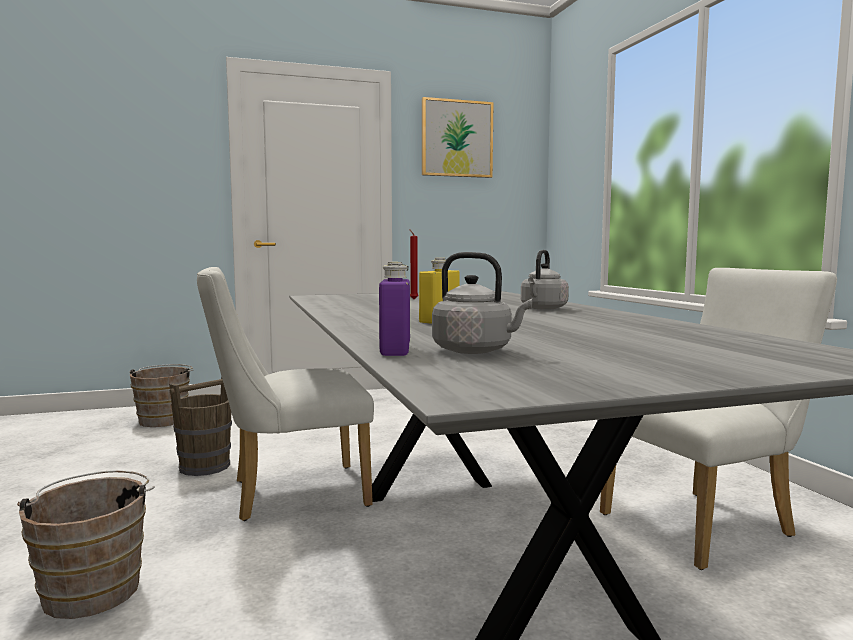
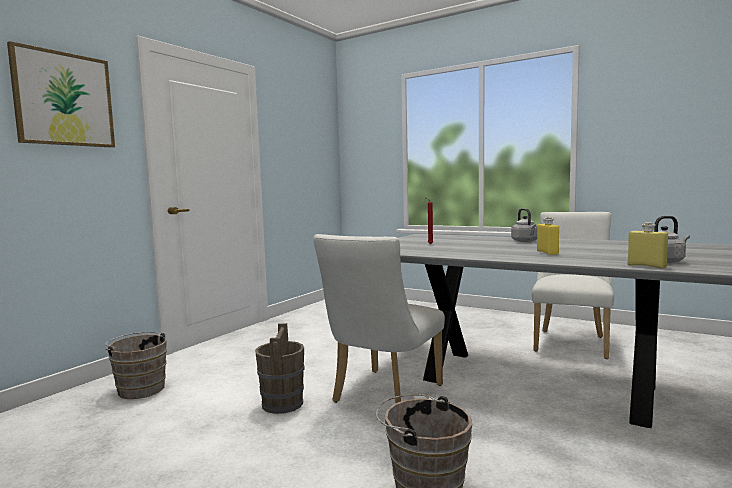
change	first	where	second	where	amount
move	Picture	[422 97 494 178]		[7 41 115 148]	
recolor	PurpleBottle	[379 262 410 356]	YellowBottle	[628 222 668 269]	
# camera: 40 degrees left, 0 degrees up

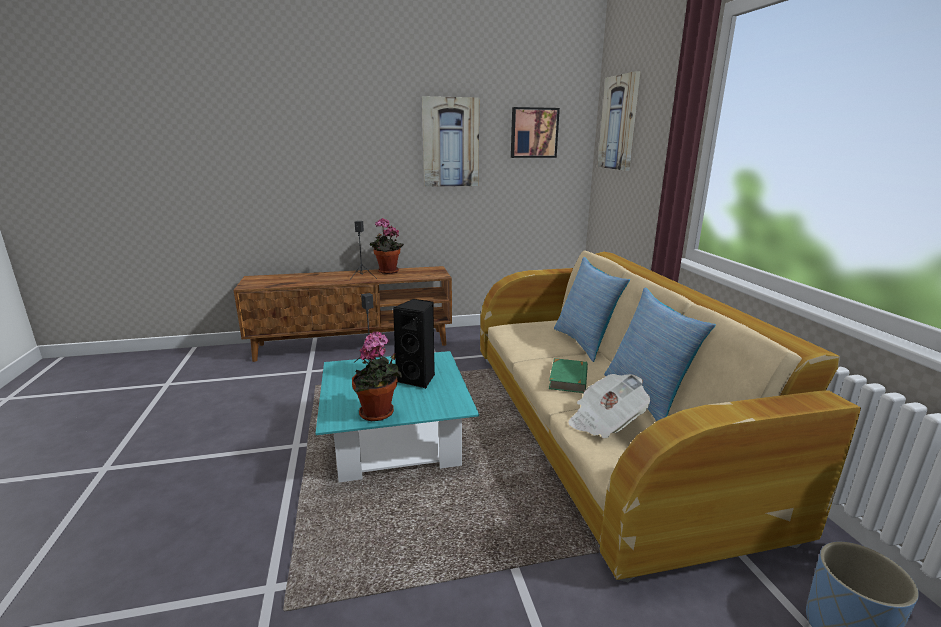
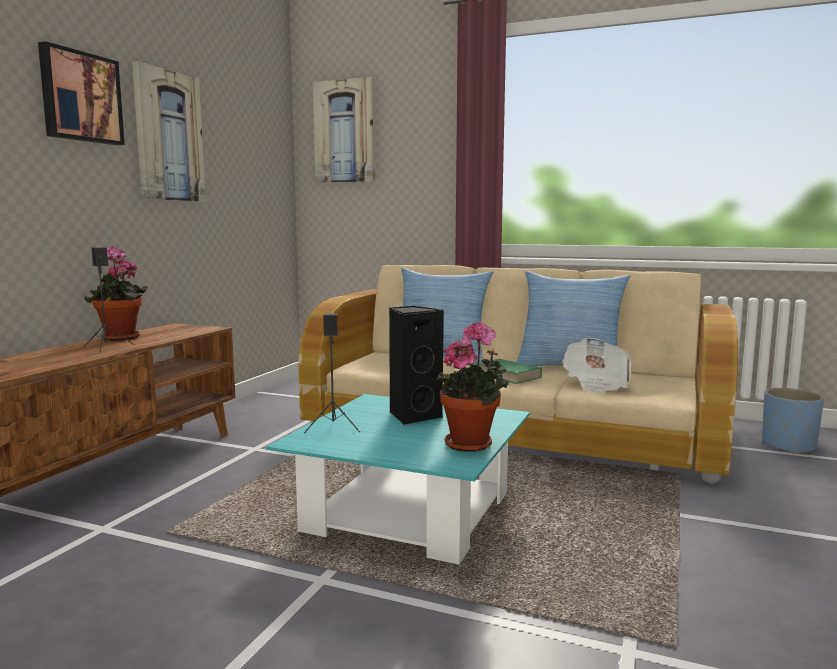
change	first	where	second	where	amount
move	Picture	[511 107 560 158]		[38 41 125 145]	
# camera: 55 degrees left, 10 degrees down

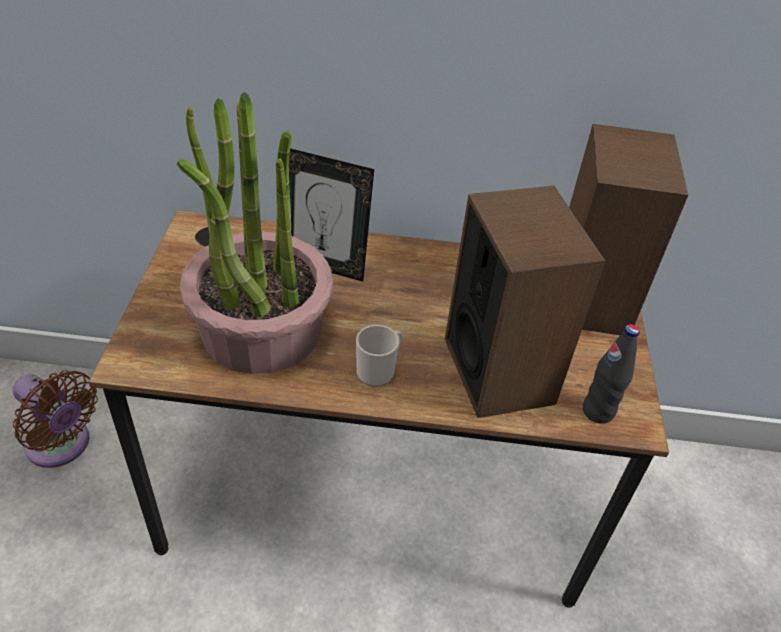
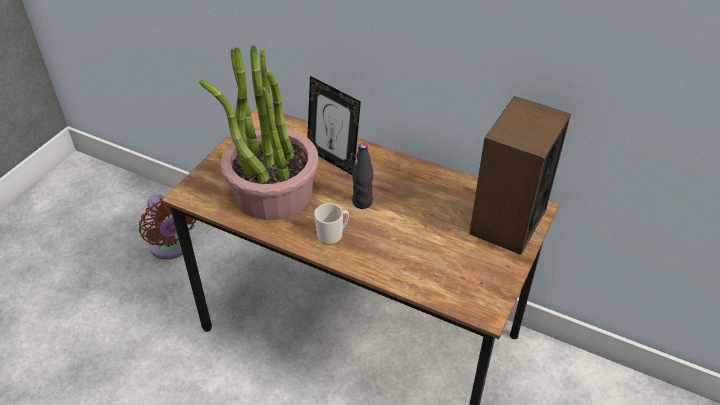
change	first	where	second	where	amount
delete	Speaker	[445 185 606 418]			
move	BlackBottle	[583 324 640 424]		[352 143 373 209]	
# camera: 25 degrees right, 0 degrees up

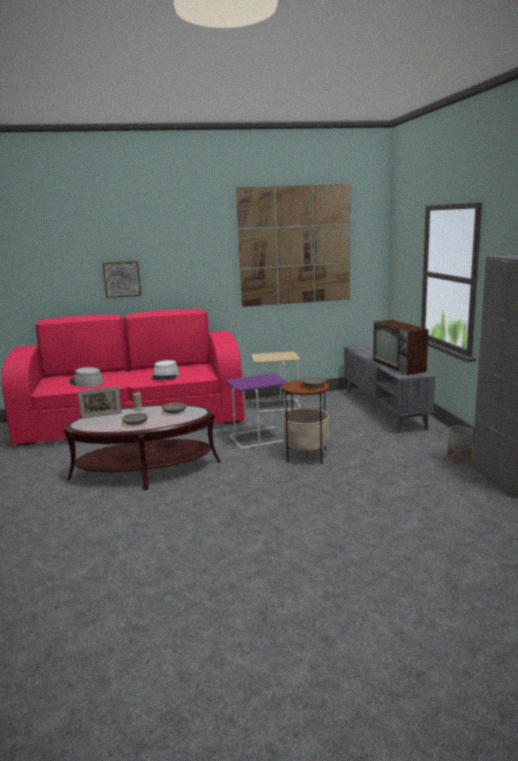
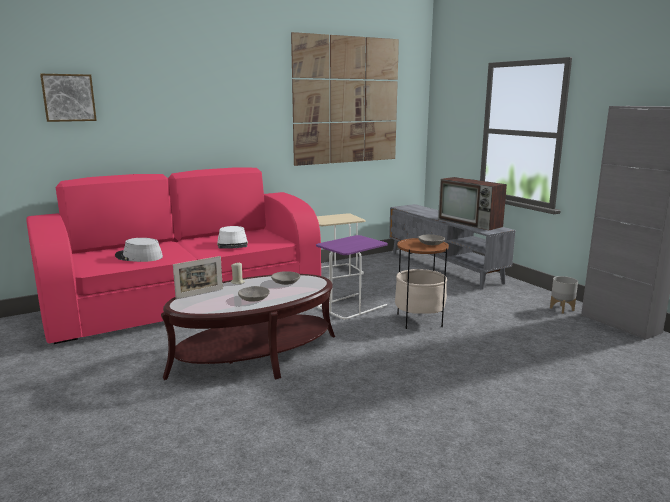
change	first	where	second	where	amount
move	Picture	[102 261 141 298]		[40 74 97 122]	
# camera: 20 degrees left, 0 degrees up

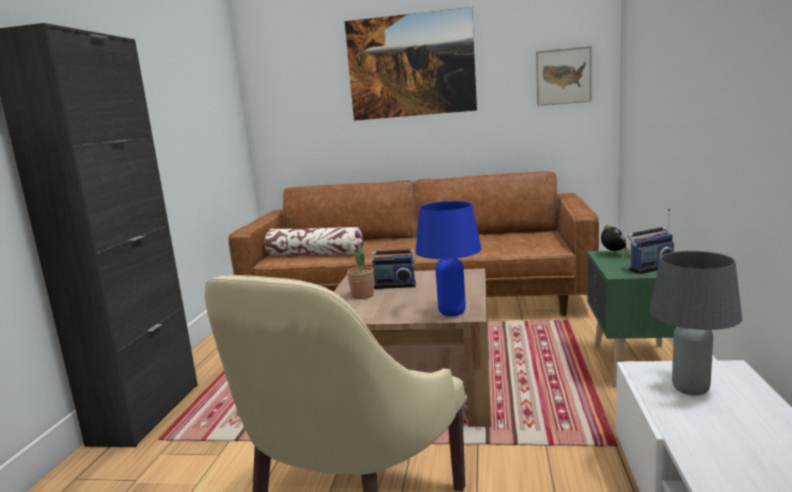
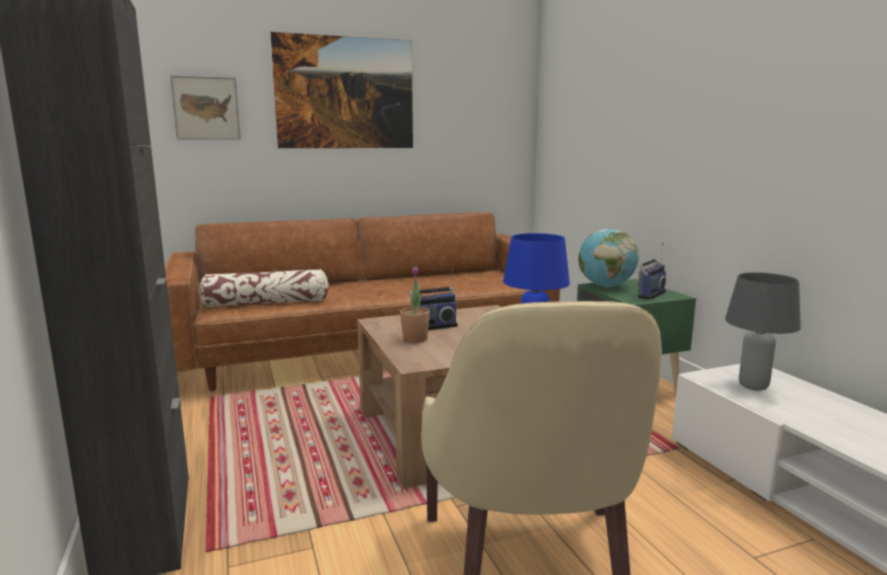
change	first	where	second	where	amount
move	Picture	[536 46 592 106]		[170 75 241 140]	
replace	AlarmClock	[601 225 631 254]	Globe	[578 229 639 287]	
# camera: 30 degrees left, 0 degrees up

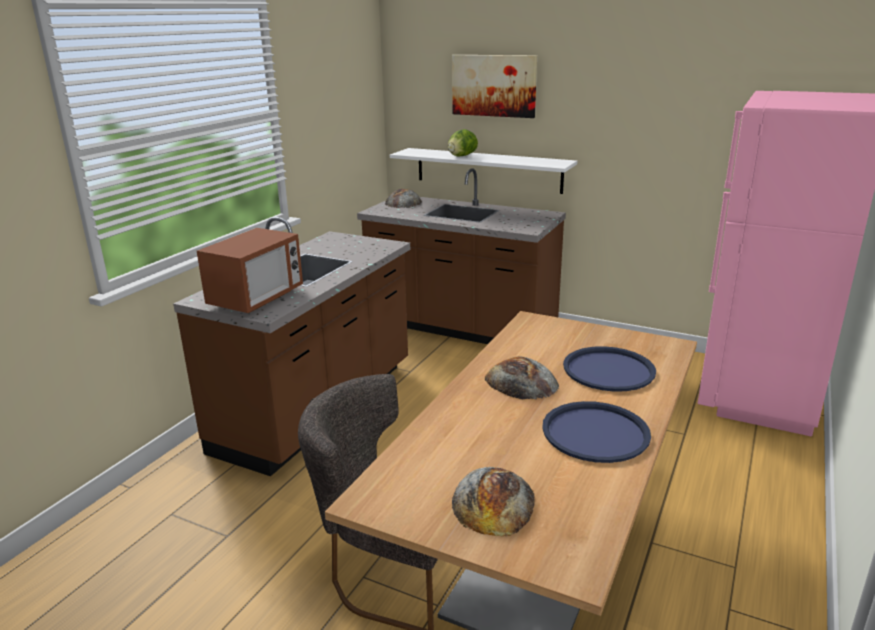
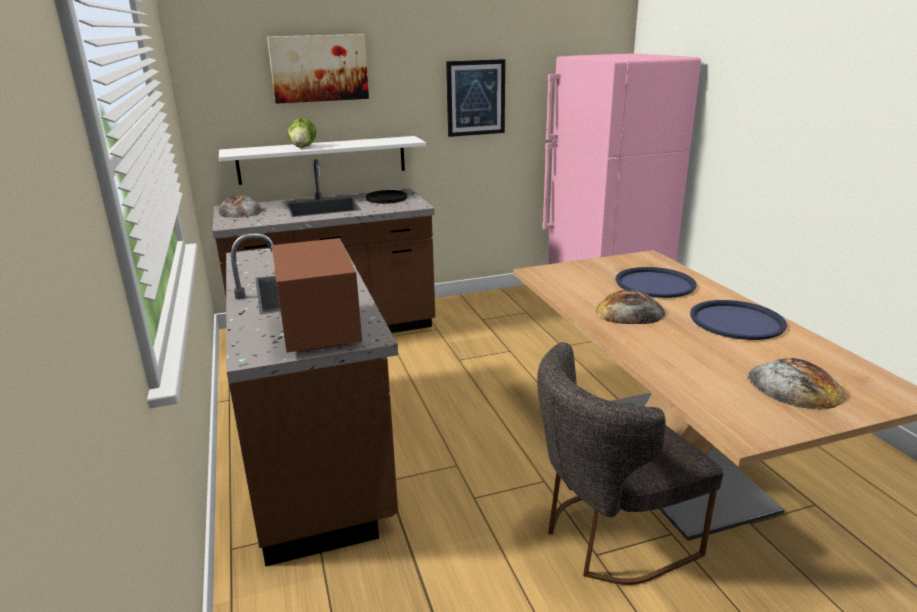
change	first	where	second	where	amount
insert			Picture	[446 59 505 137]	
insert			BlackPlate	[366 190 407 204]	
# camera: 45 degrees left, 0 degrees up

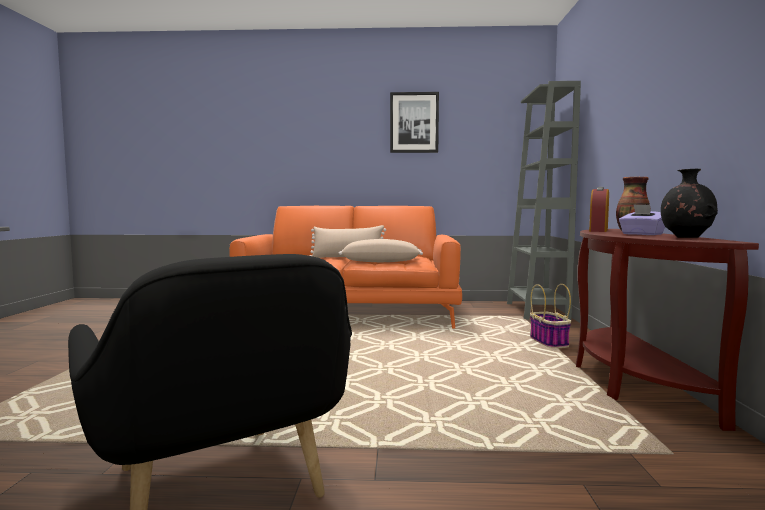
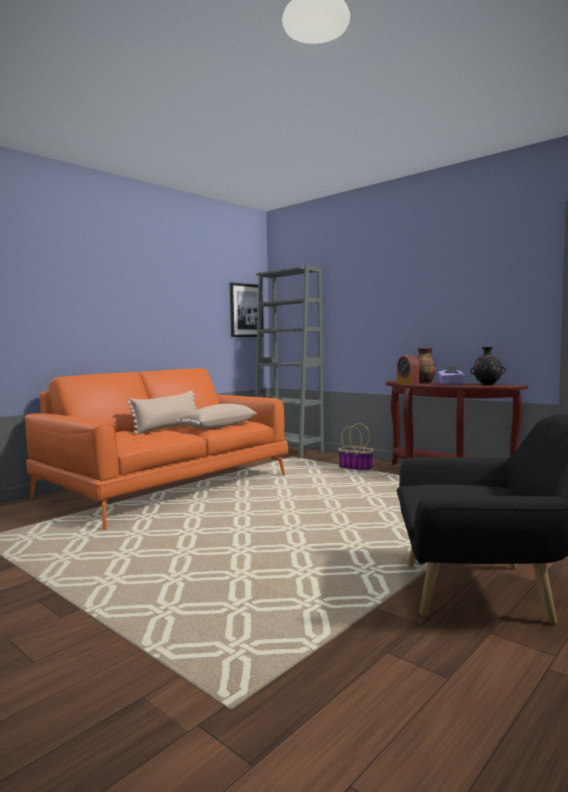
change	first	where	second	where	amount
move	Picture	[390 92 439 153]		[230 282 264 337]	
# camera: 50 degrees left, 0 degrees up

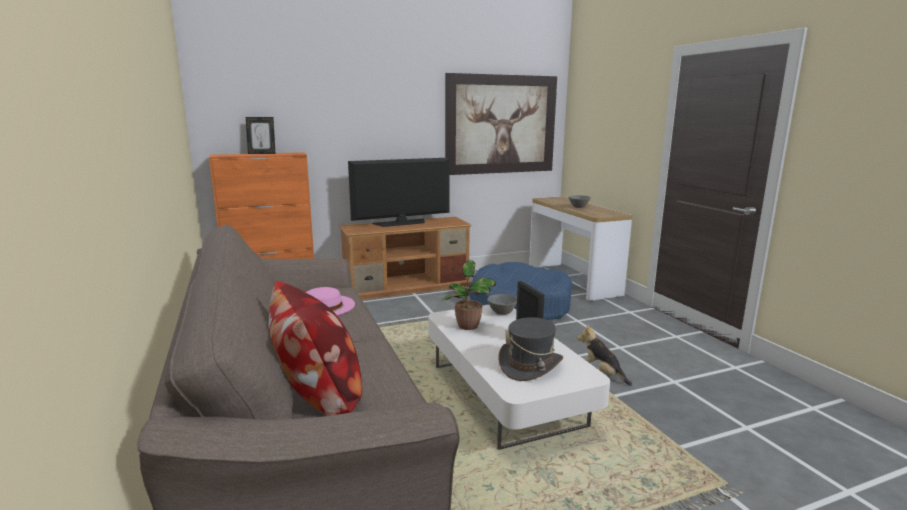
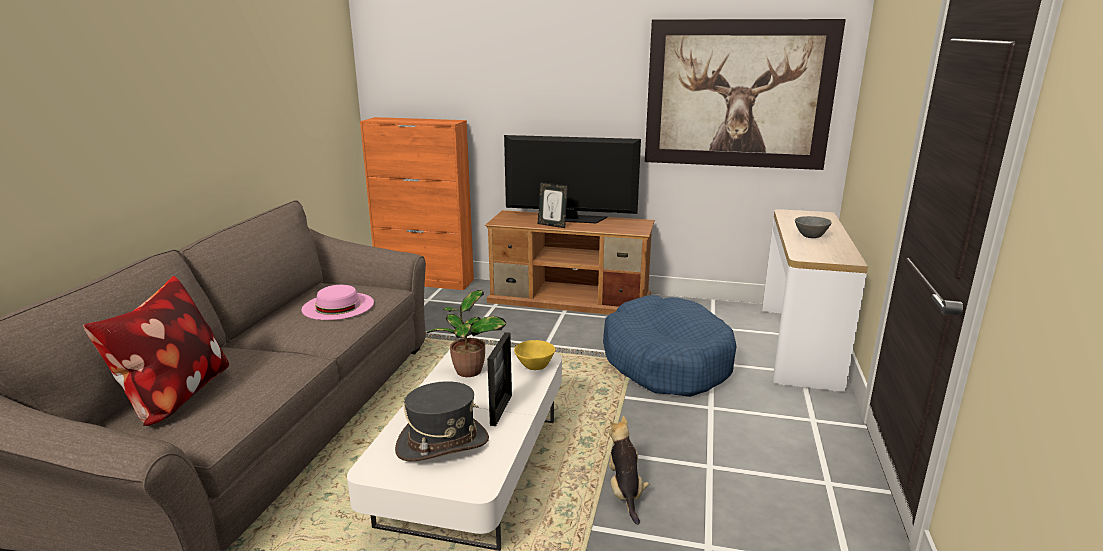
change	first	where	second	where	amount
move	PictureFrame	[246 117 275 154]		[538 182 568 228]	
recolor	GreyBowl	[487 294 517 315]	YellowBowl	[514 340 555 370]	
# camera: 35 degrees right, 5 degrees up

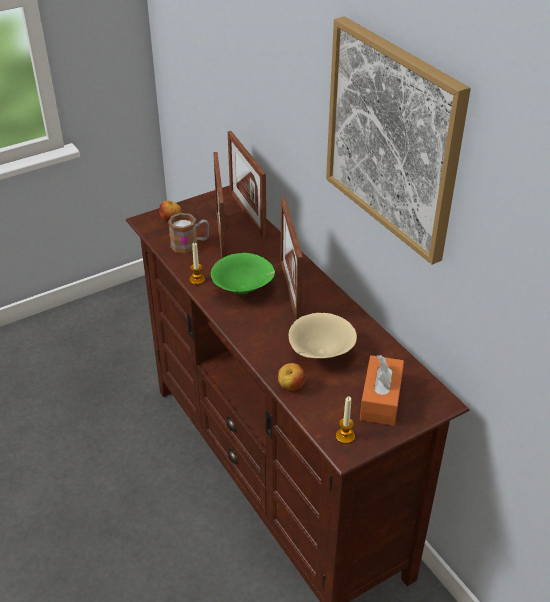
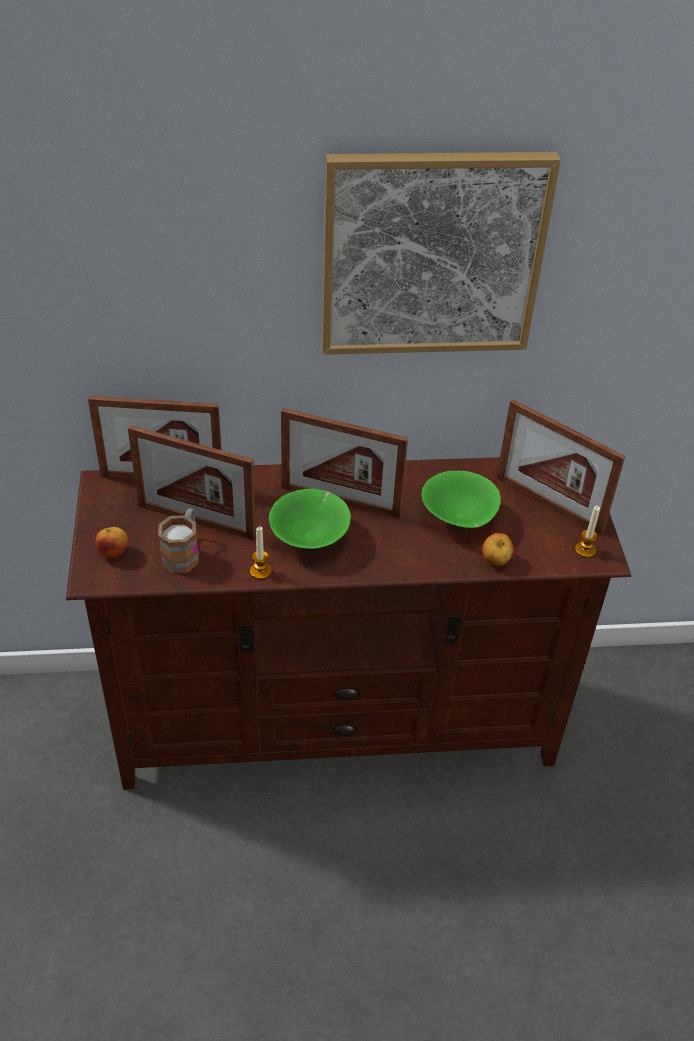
change	first	where	second	where	amount
recolor	BeigeBowl	[289 313 357 358]	GreenBowl	[422 471 501 528]	
replace	OrangeTissueBox	[360 355 404 426]	PictureFrame	[497 399 625 535]	
# camera: 65 degrees left, 5 degrees up

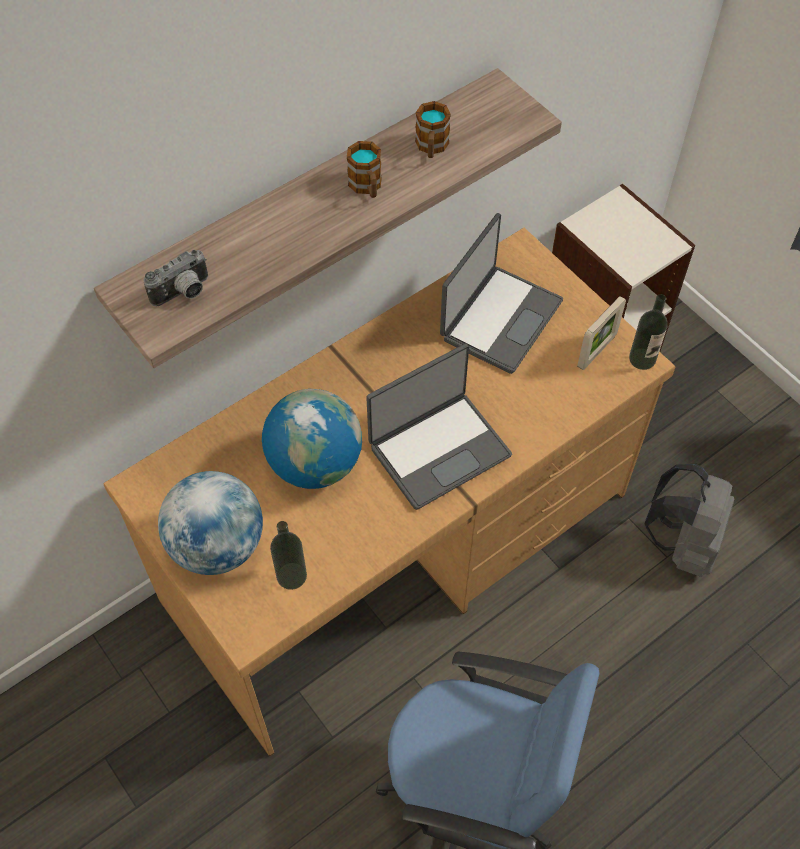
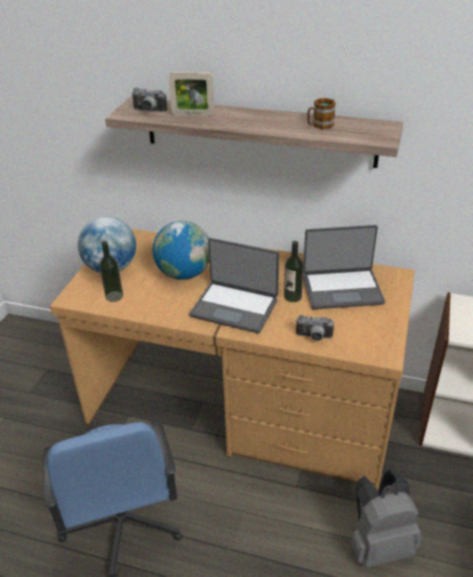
change	first	where	second	where	amount
delete	Mug	[347 141 382 198]			
move	Bottle	[629 294 668 370]		[284 241 304 302]	
move	PictureFrame	[577 296 626 370]		[168 72 214 116]	
insert			PhotoCamera	[296 315 334 341]	
# camera: 55 degrees right, 20 degrees down

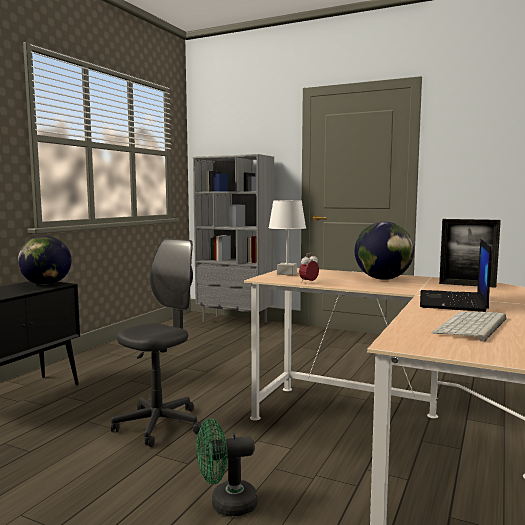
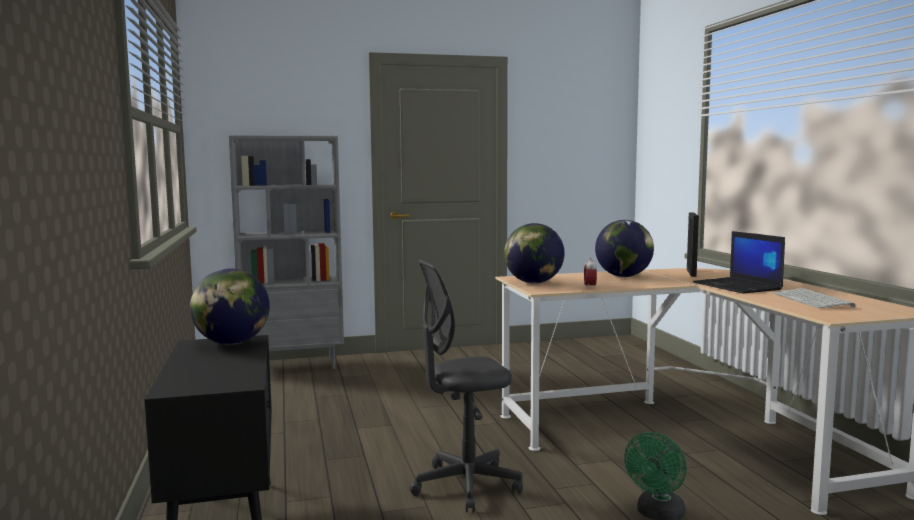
change	first	where	second	where	amount
replace	WhiteTableLamp	[268 200 306 275]	Globe	[504 223 565 284]	
rotate	PictureFrame	[439 219 501 288]		[687 212 699 277]	60 degrees counterclockwise
rotate	GreyOfficeChair	[111 238 202 447]		[410 260 523 512]	105 degrees counterclockwise
# camera: 40 degrees left, 0 degrees up

